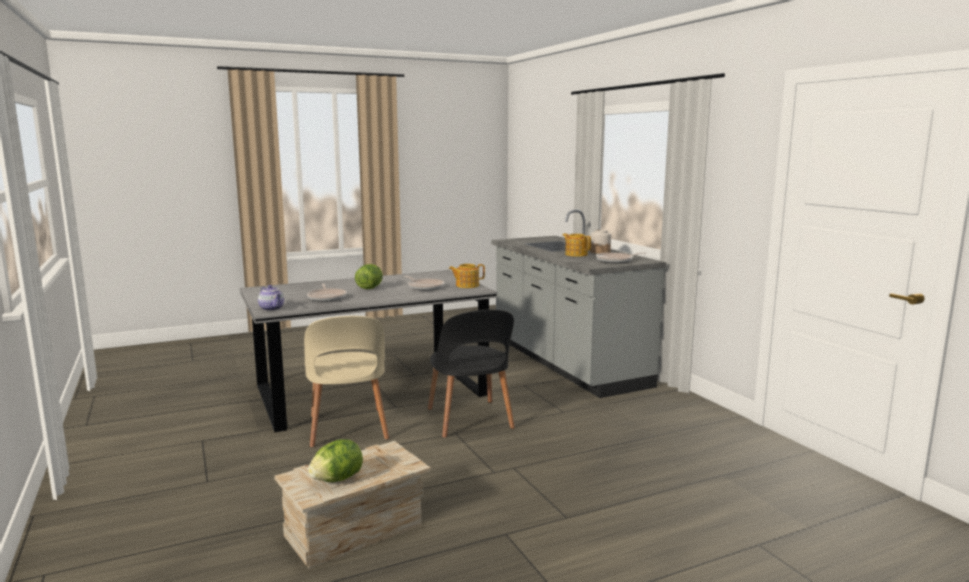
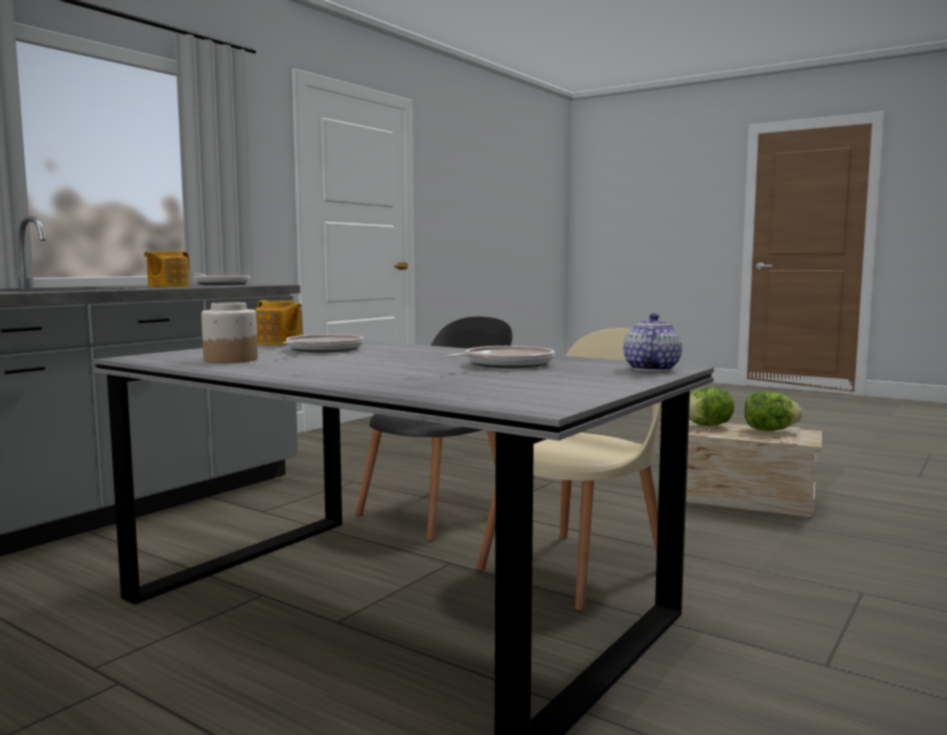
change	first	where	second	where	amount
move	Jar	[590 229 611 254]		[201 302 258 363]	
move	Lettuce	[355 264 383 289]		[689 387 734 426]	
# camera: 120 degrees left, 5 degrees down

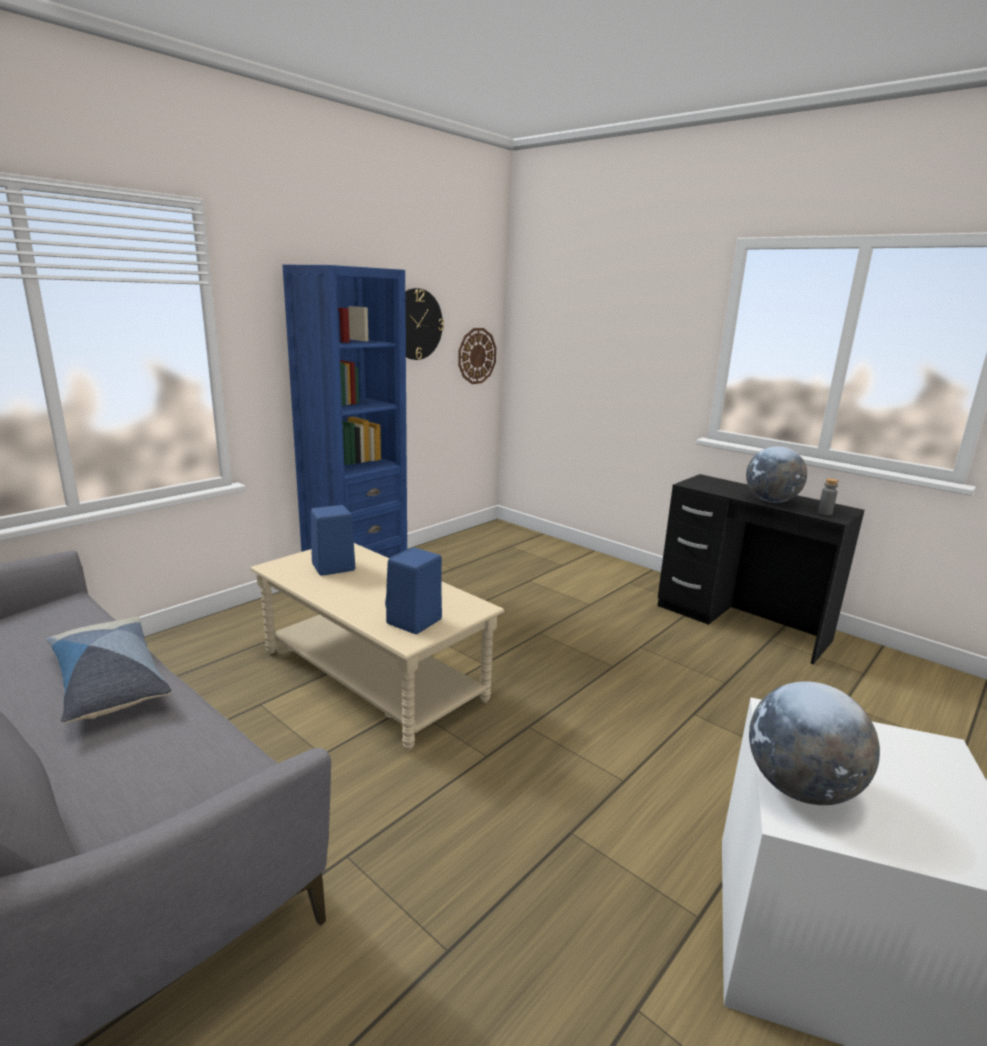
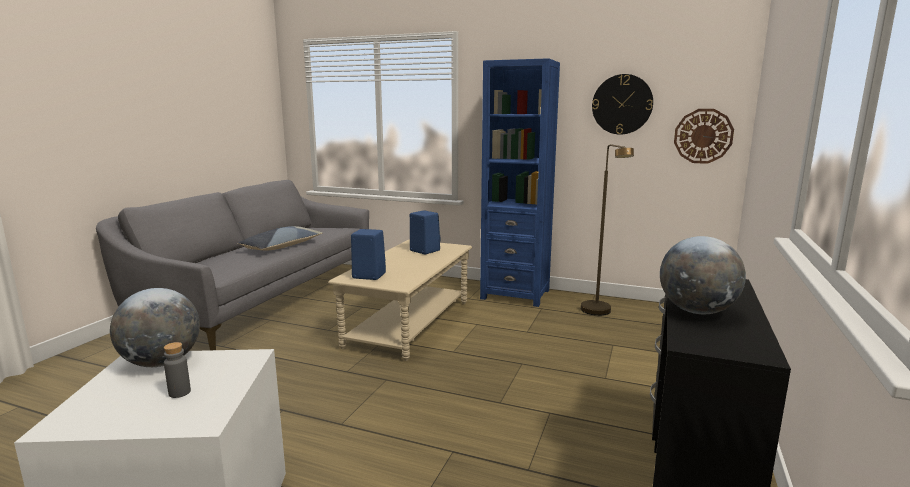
change	first	where	second	where	amount
move	GreyBottle	[818 478 838 515]		[164 342 191 398]	
insert			BrownFloorLamp	[581 144 634 316]	
# camera: 70 degrees right, 5 degrees down

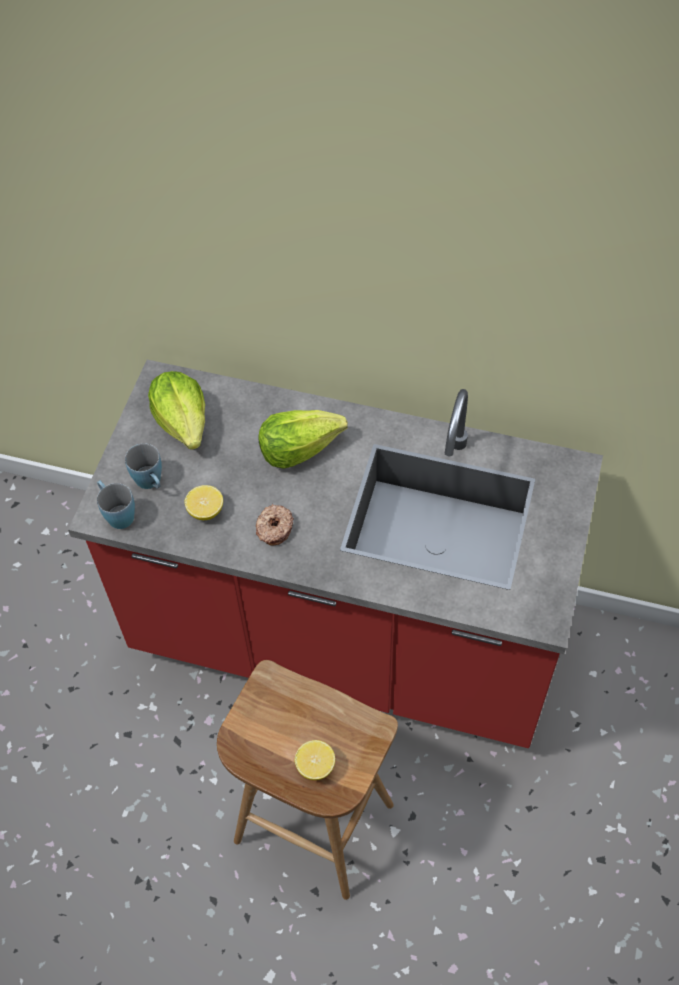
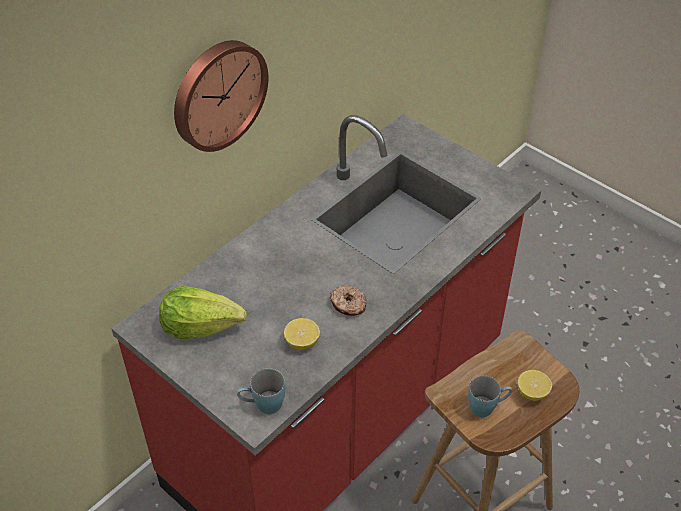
change	first	where	second	where	amount
delete	Lettuce	[258 410 348 469]			
move	BlueMug	[125 443 162 489]		[468 376 513 417]	
insert			WallClock	[174 40 268 152]	
# camera: 65 degrees left, 10 degrees down

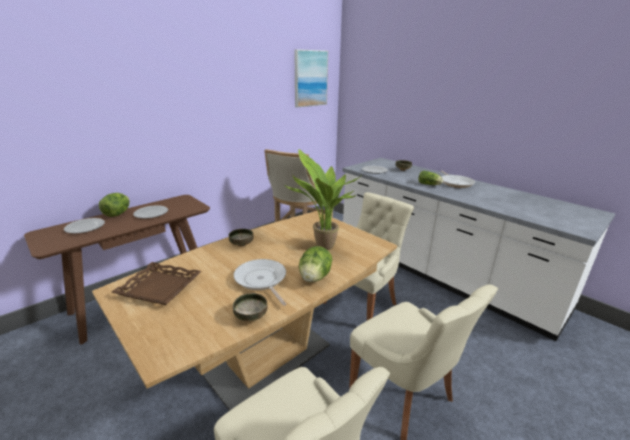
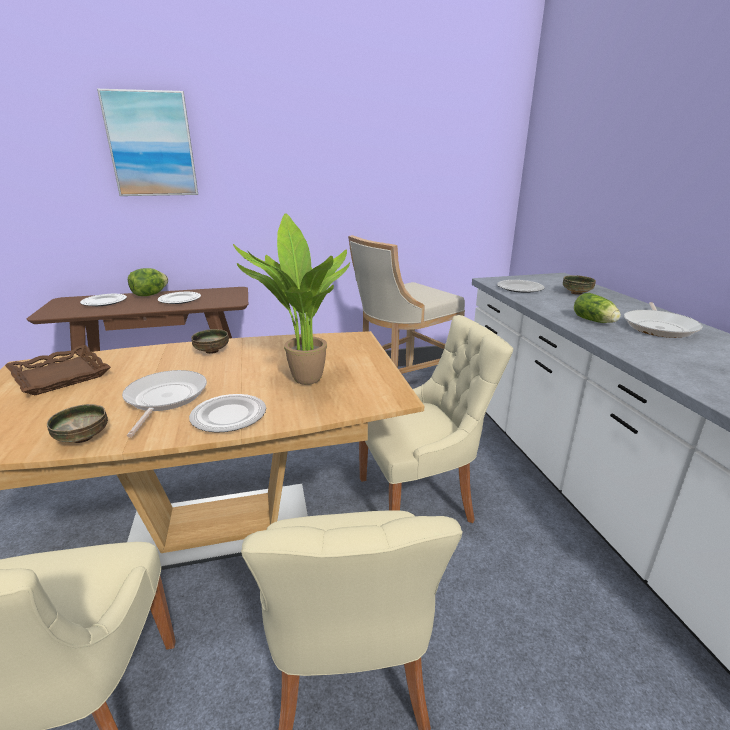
change	first	where	second	where	amount
move	Picture	[294 49 328 107]		[97 89 198 196]	
replace	Lettuce	[299 246 332 282]	Plate	[189 394 266 433]	
# camera: 30 degrees right, 0 degrees up

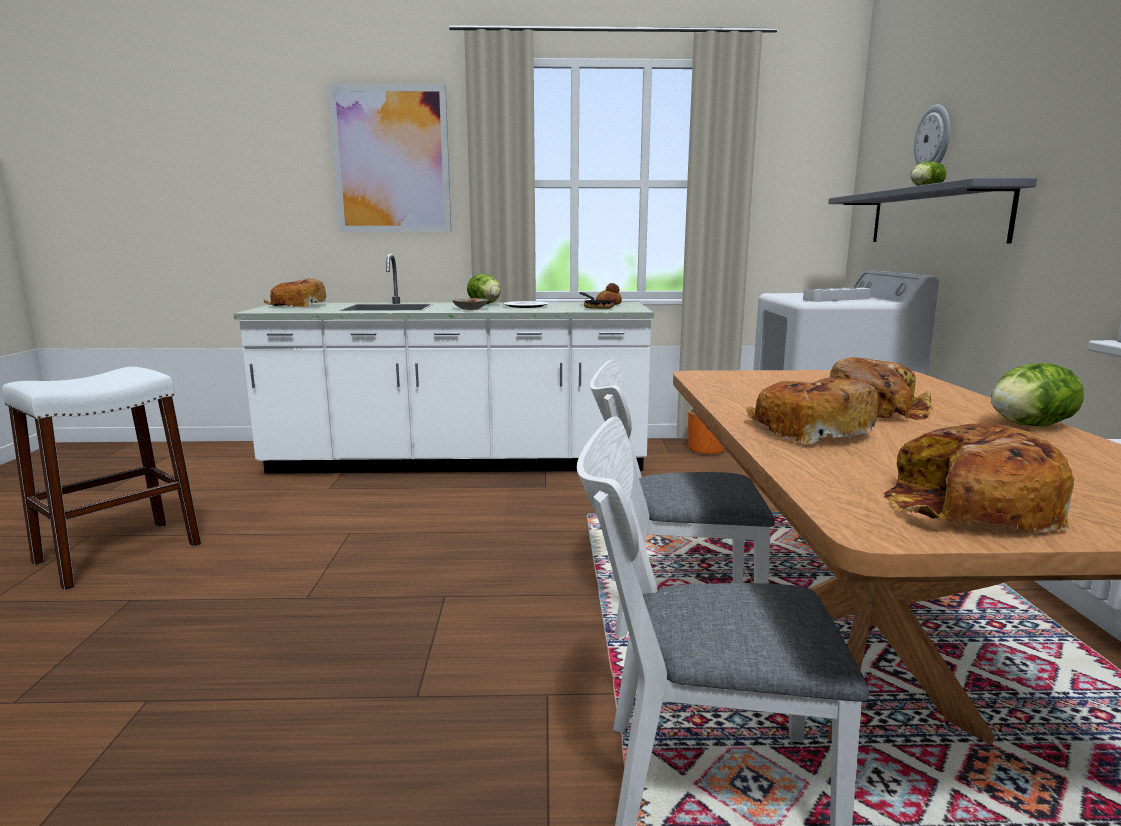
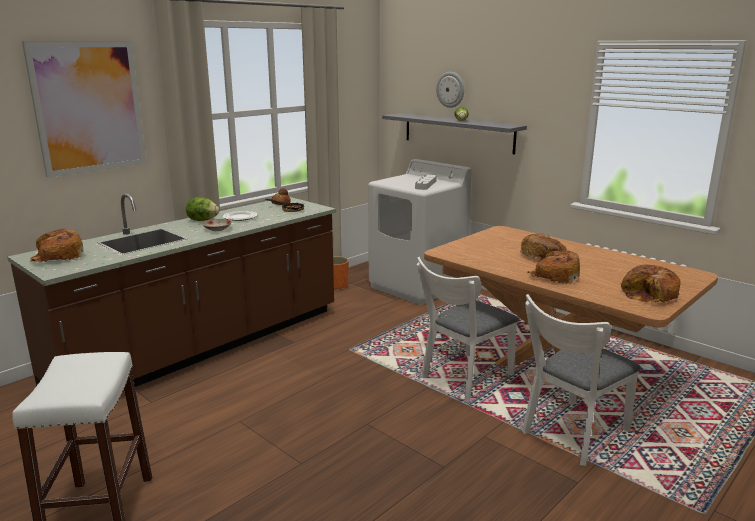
change	first	where	second	where	amount
recolor	WhiteCounter	[234 254 654 474]	BrownCounter	[7 194 336 392]	
delete	Lettuce	[991 363 1084 426]			
# camera: 45 degrees left, 5 degrees up

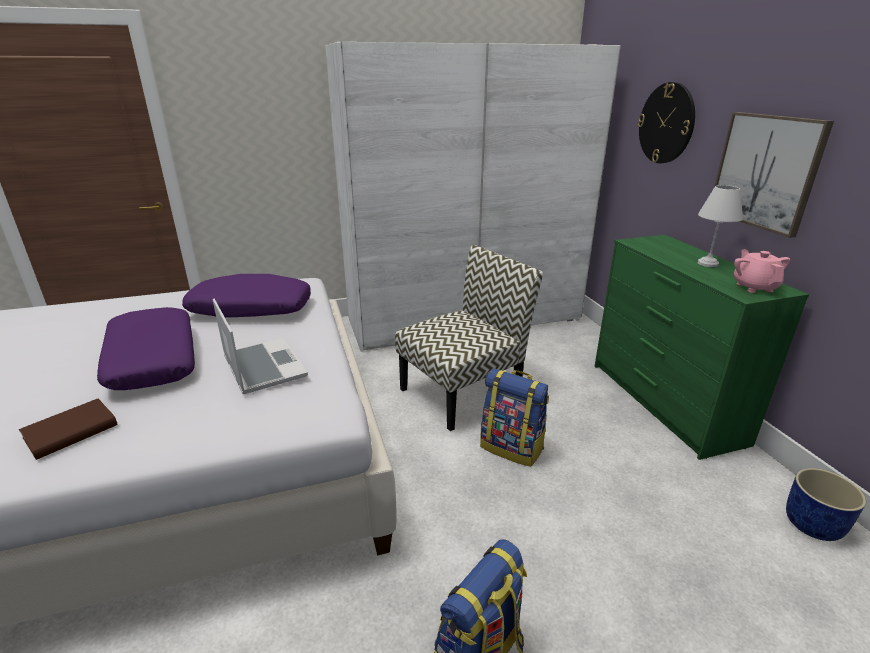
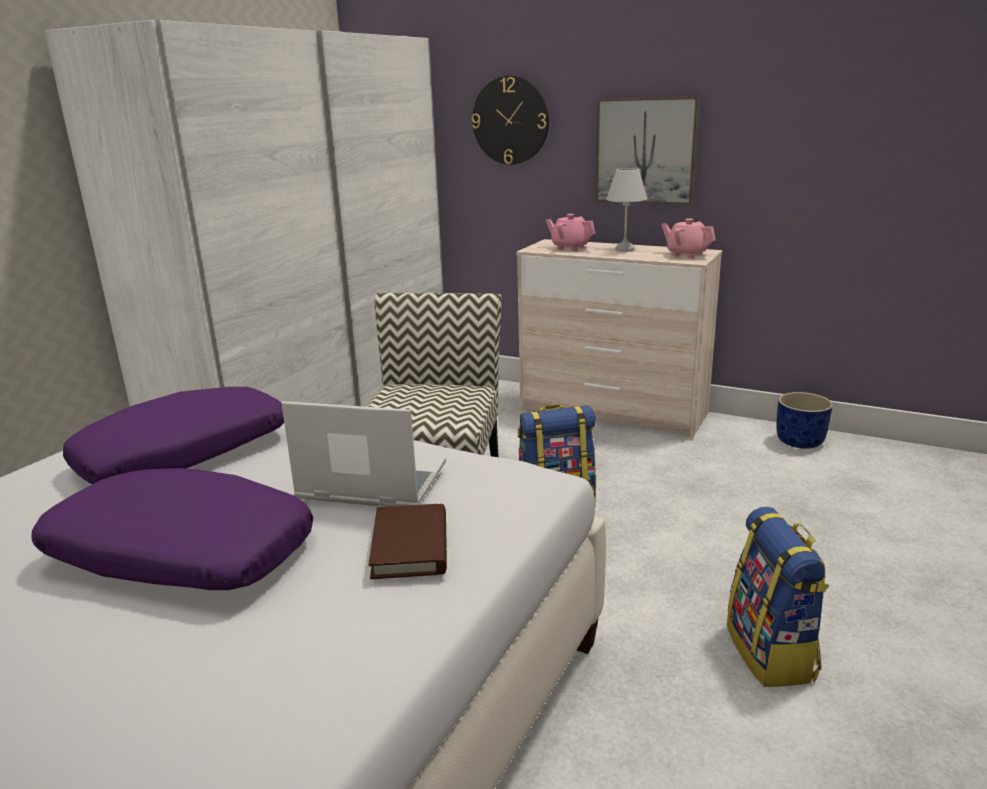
change	first	where	second	where	amount
recolor	GreenDresser	[594 235 809 460]	BeigeDresser	[516 239 722 439]	
move	BrownBook	[19 399 118 460]		[369 504 447 579]	
insert			PinkTeapot	[546 214 595 251]	
# camera: 45 degrees left, 5 degrees down

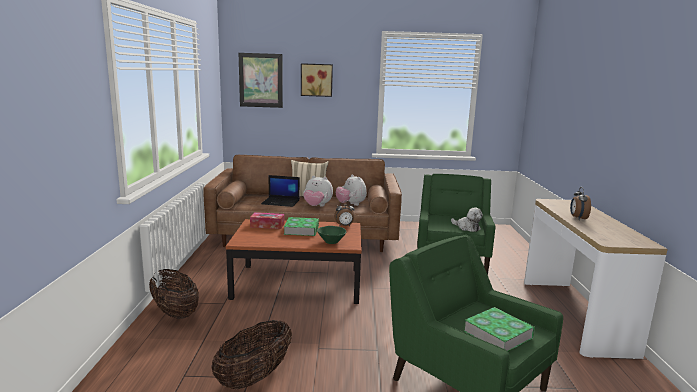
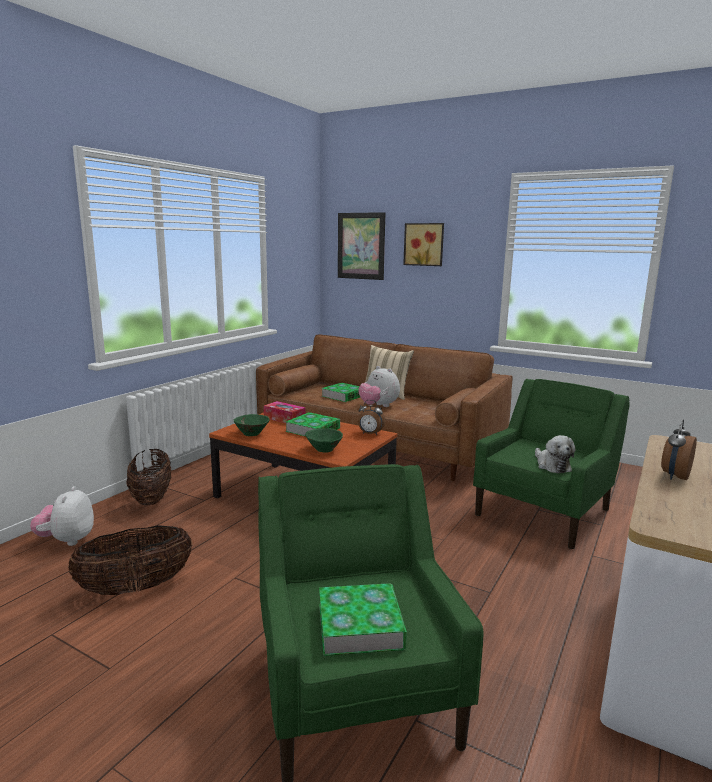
change	first	where	second	where	amount
move	PlushToy	[336 174 367 206]		[30 486 94 546]	
replace	Laptop	[261 175 300 207]	Book	[321 383 360 402]	
insert			GreenBowl	[234 414 270 436]	
# camera: 30 degrees right, 0 degrees up

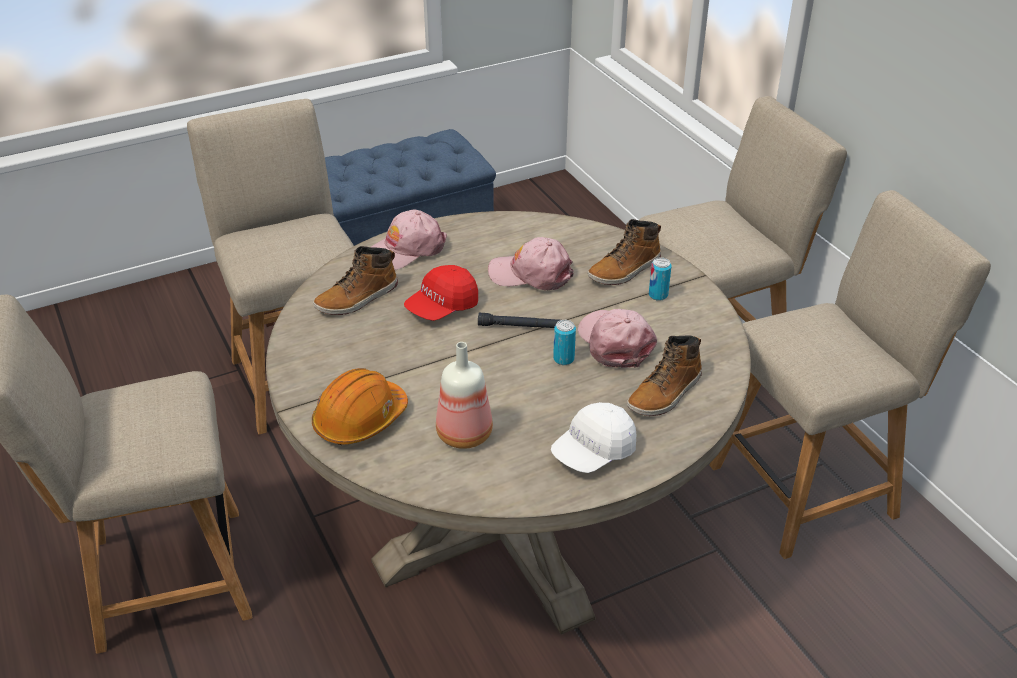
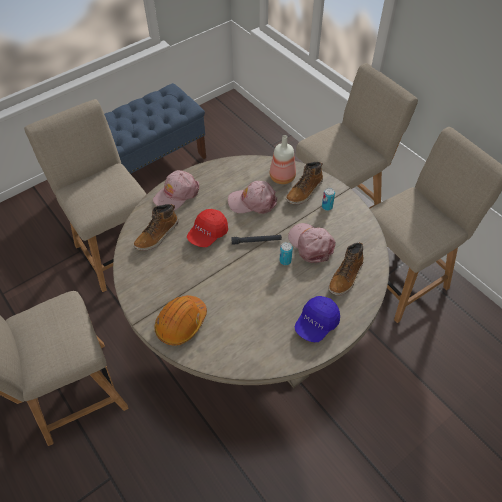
change	first	where	second	where	amount
move	Bottle	[436 342 493 449]		[270 135 296 184]	
recolor	WhiteCap	[551 402 636 473]	BlueCap	[295 296 340 342]	
# camera: 10 degrees left, 15 degrees up

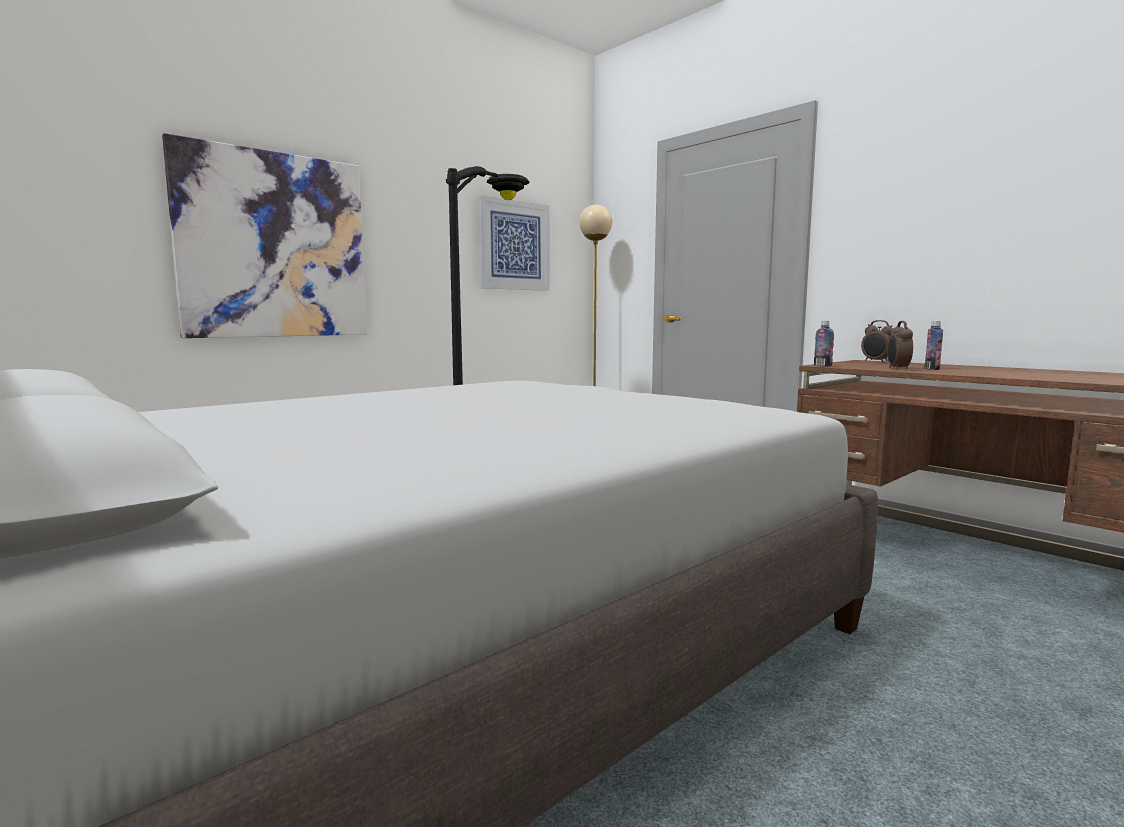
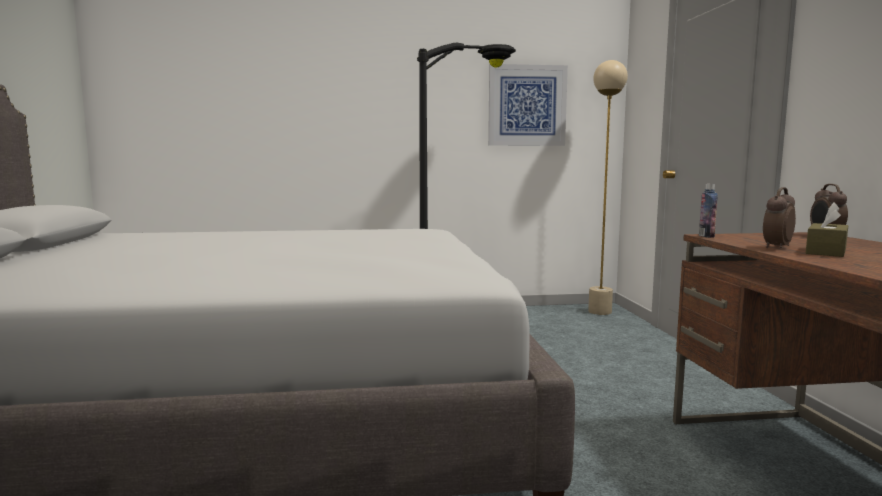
change	first	where	second	where	amount
delete	Picture	[162 133 367 338]			
replace	Bottle	[925 321 943 370]	BrownTissueBox	[806 202 848 257]	
# camera: 35 degrees right, 0 degrees up

